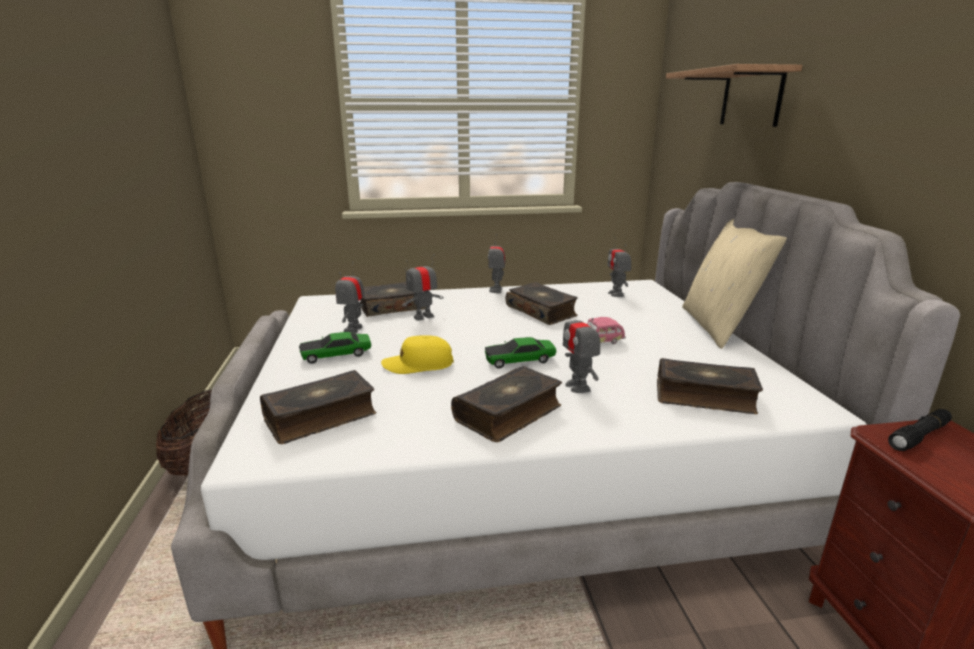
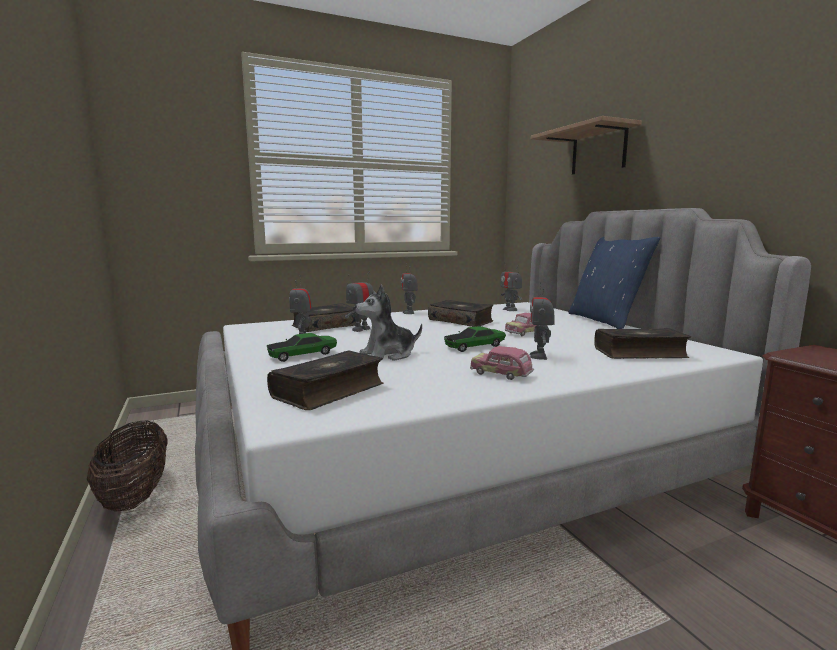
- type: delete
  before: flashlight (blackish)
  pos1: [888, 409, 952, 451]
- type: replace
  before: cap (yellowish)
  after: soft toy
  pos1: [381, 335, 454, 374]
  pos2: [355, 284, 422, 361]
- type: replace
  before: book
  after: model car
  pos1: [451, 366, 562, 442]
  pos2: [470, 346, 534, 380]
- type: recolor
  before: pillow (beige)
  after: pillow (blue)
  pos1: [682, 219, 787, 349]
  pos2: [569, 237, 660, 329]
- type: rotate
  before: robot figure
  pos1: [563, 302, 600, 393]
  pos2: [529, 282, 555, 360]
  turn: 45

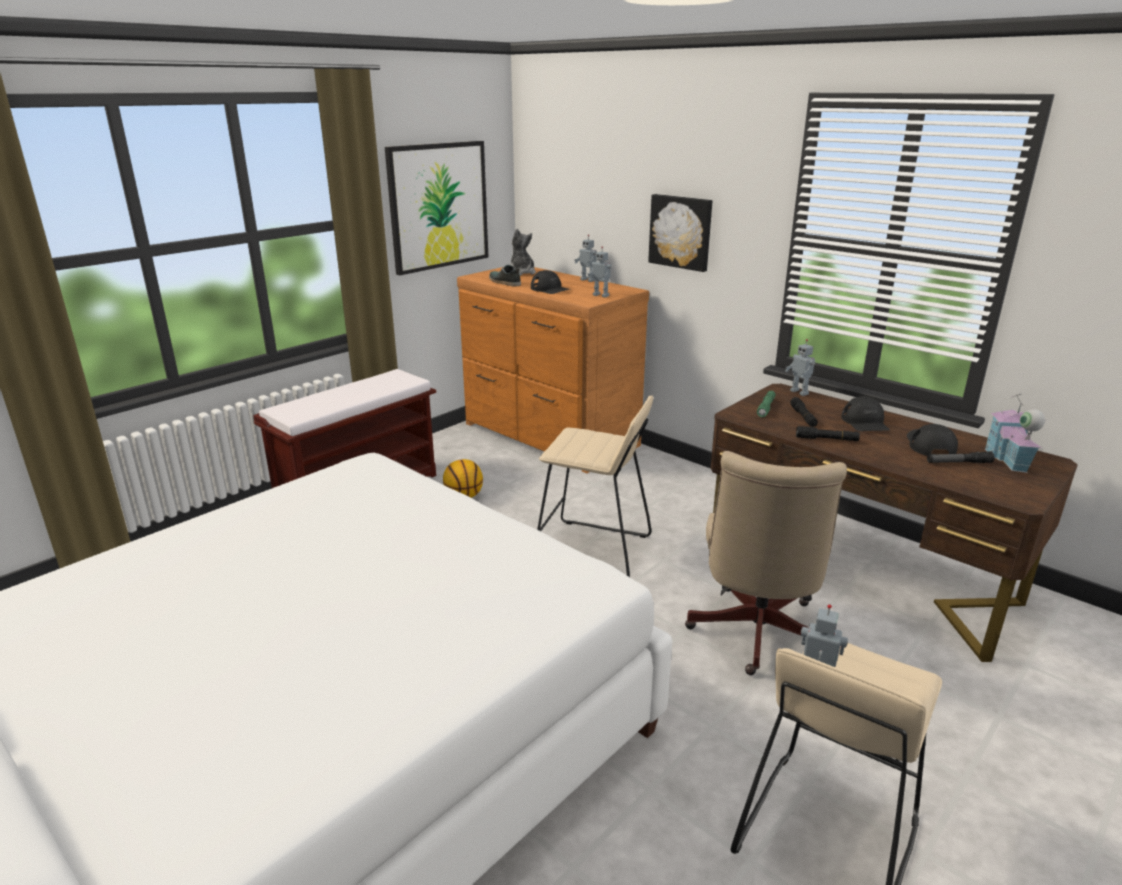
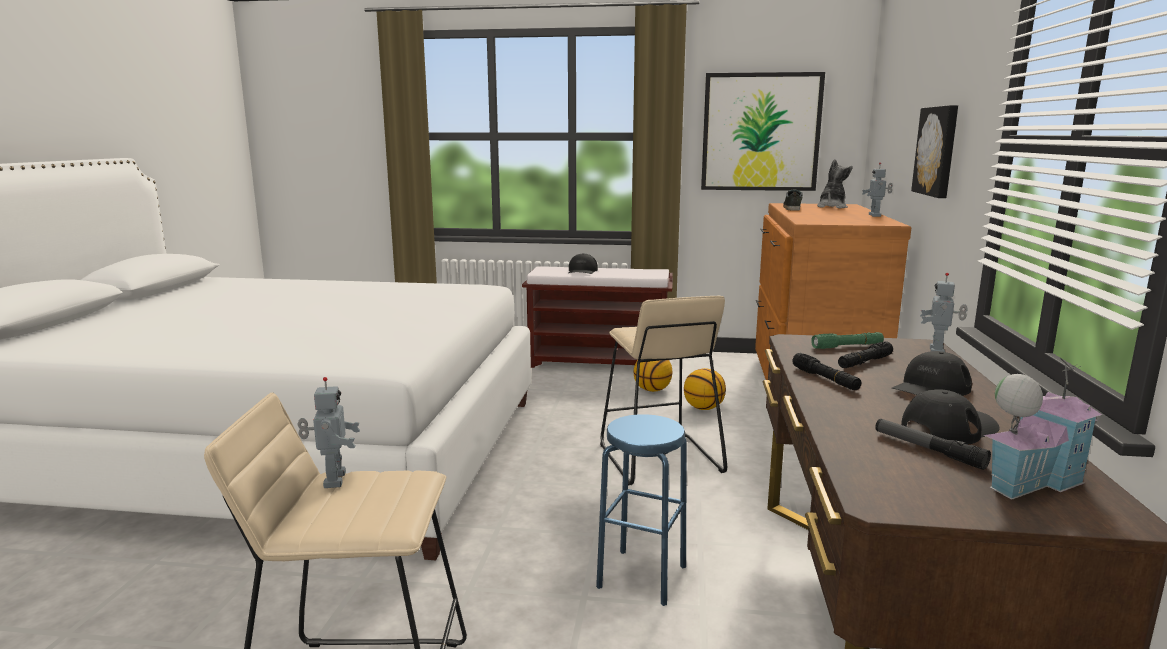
- type: delete
  before: robot figure
  pos1: [587, 246, 612, 298]
- type: insert
  after: basketball ball
  pos2: [684, 368, 726, 410]
- type: move
  before: cap (blackish)
  pos1: [531, 270, 571, 294]
  pos2: [568, 253, 598, 274]
- type: replace
  before: computer chair (beige)
  after: stool seat (blue)
  pos1: [685, 451, 847, 675]
  pos2: [596, 414, 687, 606]

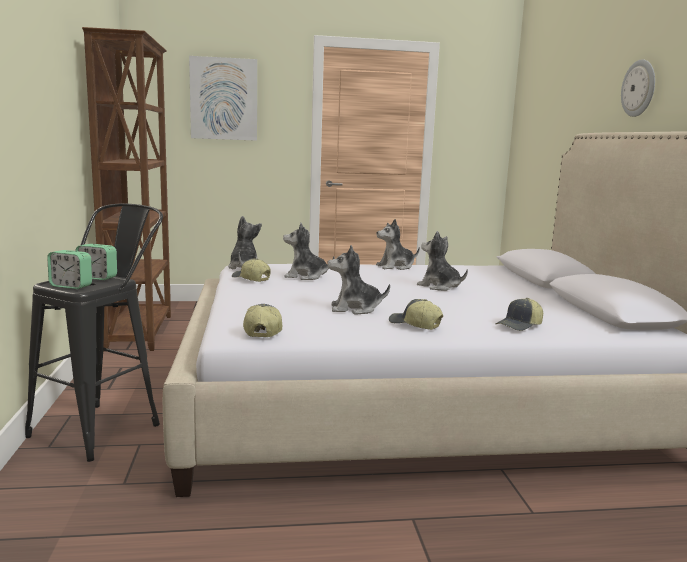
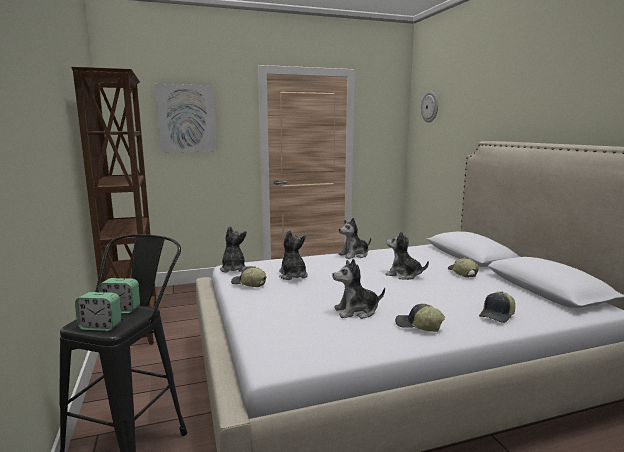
- type: move
  before: cap
  pos1: [243, 304, 282, 337]
  pos2: [448, 257, 479, 277]
- type: move
  before: clock on the wall
  pos1: [621, 59, 655, 117]
  pos2: [421, 92, 438, 123]
- type: rotate
  before: soft toy
  pos1: [283, 223, 335, 280]
  pos2: [279, 230, 308, 280]
  turn: 75

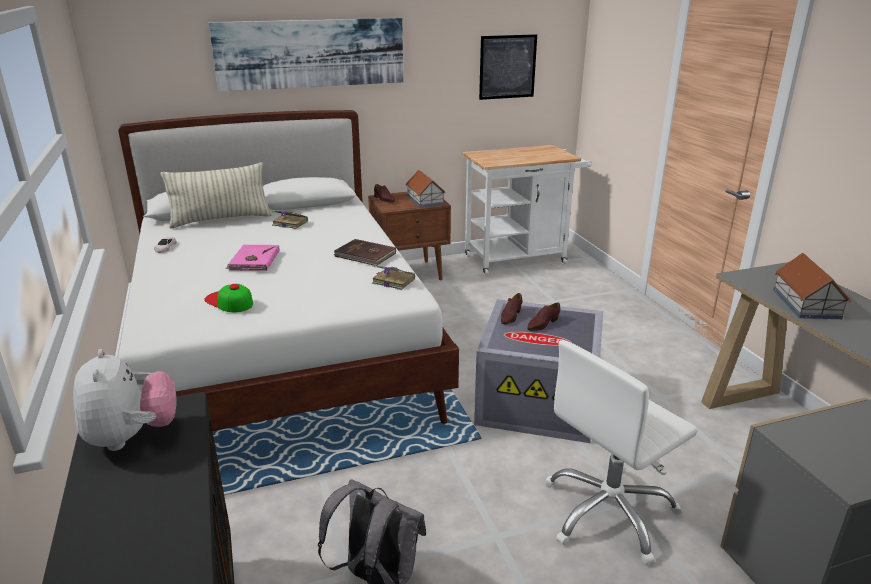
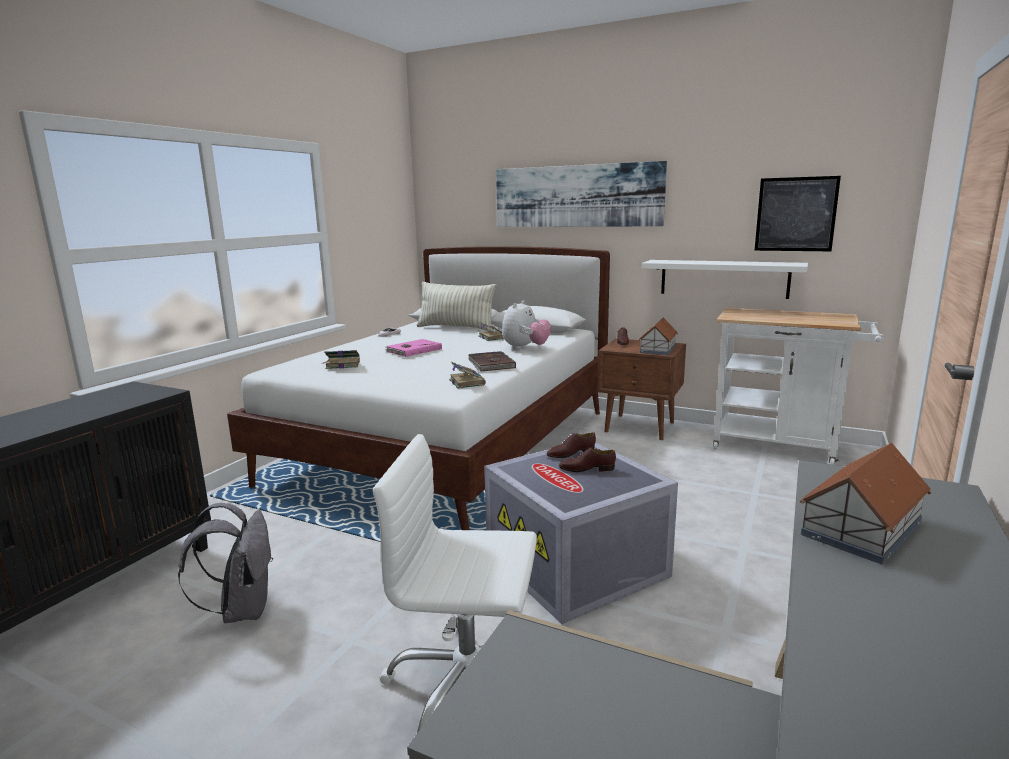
- type: insert
  after: shelf (whitish)
  pos2: [642, 260, 808, 299]
- type: move
  before: soft toy
  pos1: [73, 349, 177, 451]
  pos2: [502, 300, 551, 350]
- type: replace
  before: cap
  after: book
  pos1: [204, 284, 253, 312]
  pos2: [322, 350, 360, 369]

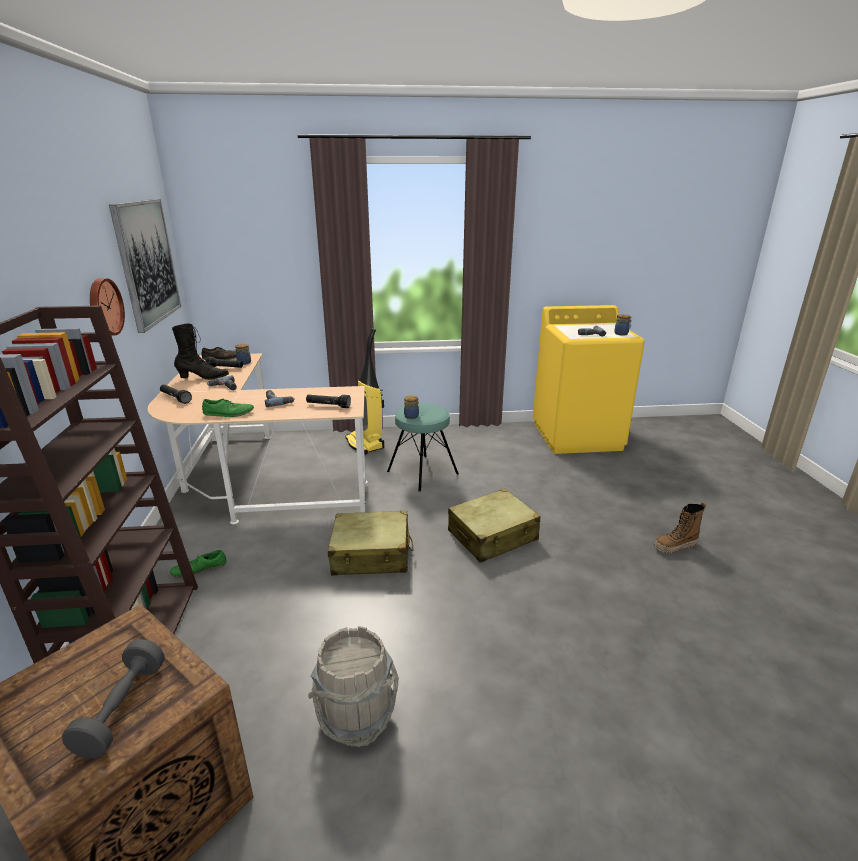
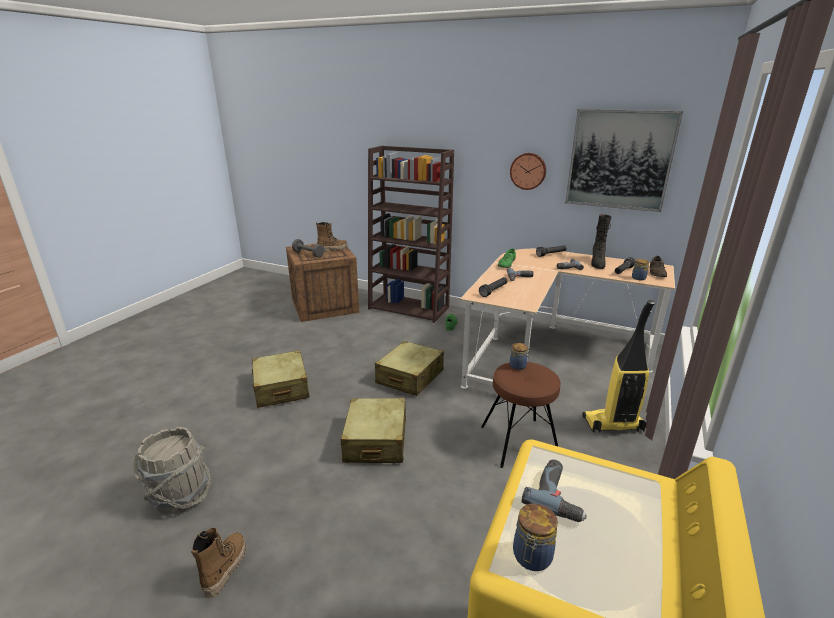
- type: insert
  after: piece of luggage (beige)
  pos2: [251, 350, 309, 408]
- type: insert
  after: high-top boot
  pos2: [316, 222, 348, 252]
- type: move
  before: water bucket (grey)
  pos1: [308, 626, 399, 747]
  pos2: [133, 427, 211, 515]
- type: recolor
  before: stool seat (blue-green)
  after: stool seat (brownish)
  pos1: [387, 404, 459, 492]
  pos2: [481, 362, 561, 468]

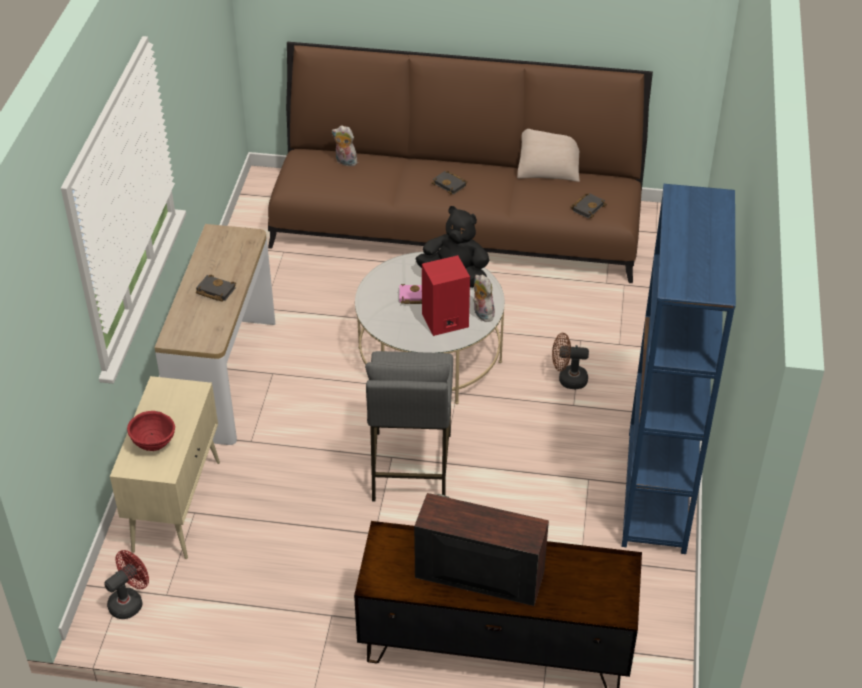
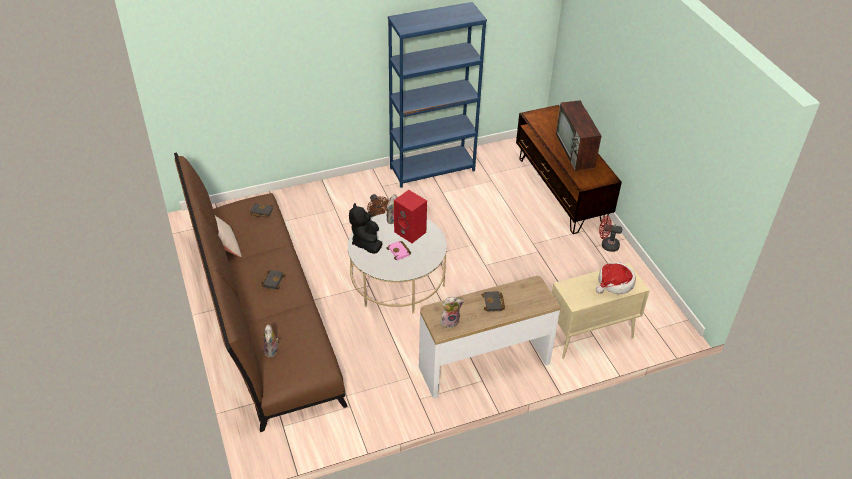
- type: delete
  before: stool seat (grey)
  pos1: [365, 351, 453, 501]
- type: insert
  after: soft toy
  pos2: [441, 297, 464, 328]
- type: move
  before: cooling fan (red)
  pos1: [104, 550, 149, 619]
  pos2: [599, 216, 622, 252]
- type: replace
  before: serving bowl (red)
  after: hat
  pos1: [127, 411, 175, 451]
  pos2: [596, 262, 636, 294]

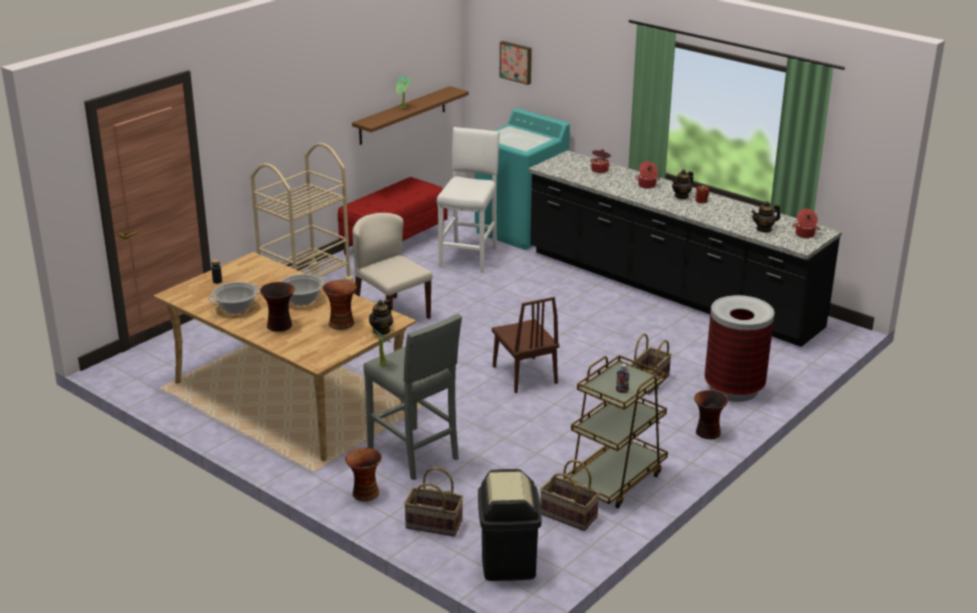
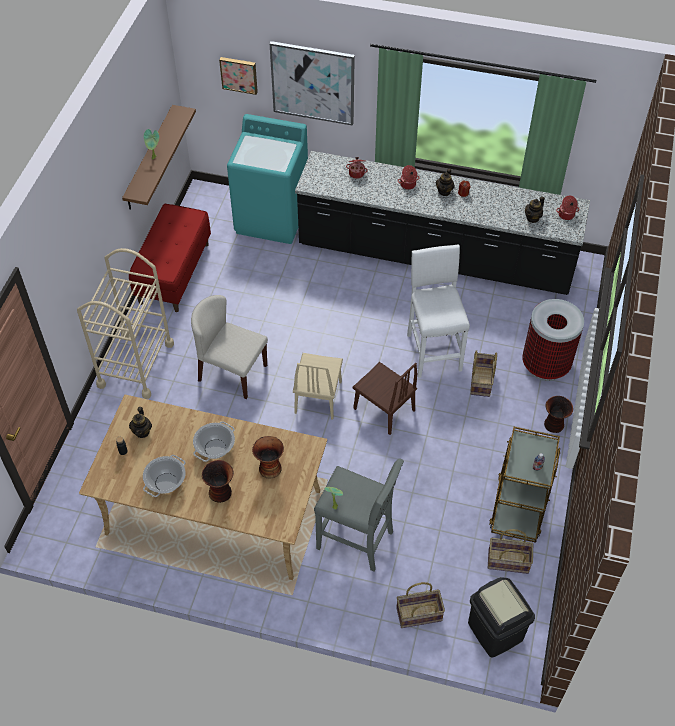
- type: delete
  before: vase
  pos1: [345, 448, 382, 501]
- type: insert
  after: picture
  pos2: [270, 41, 355, 126]
- type: insert
  after: upright chair (beige)
  pos2: [293, 353, 343, 420]
- type: move
  before: teapot
  pos1: [369, 299, 393, 335]
  pos2: [129, 407, 152, 438]
- type: move
  before: stool seat (whitish)
  pos1: [437, 127, 500, 273]
  pos2: [407, 244, 470, 378]

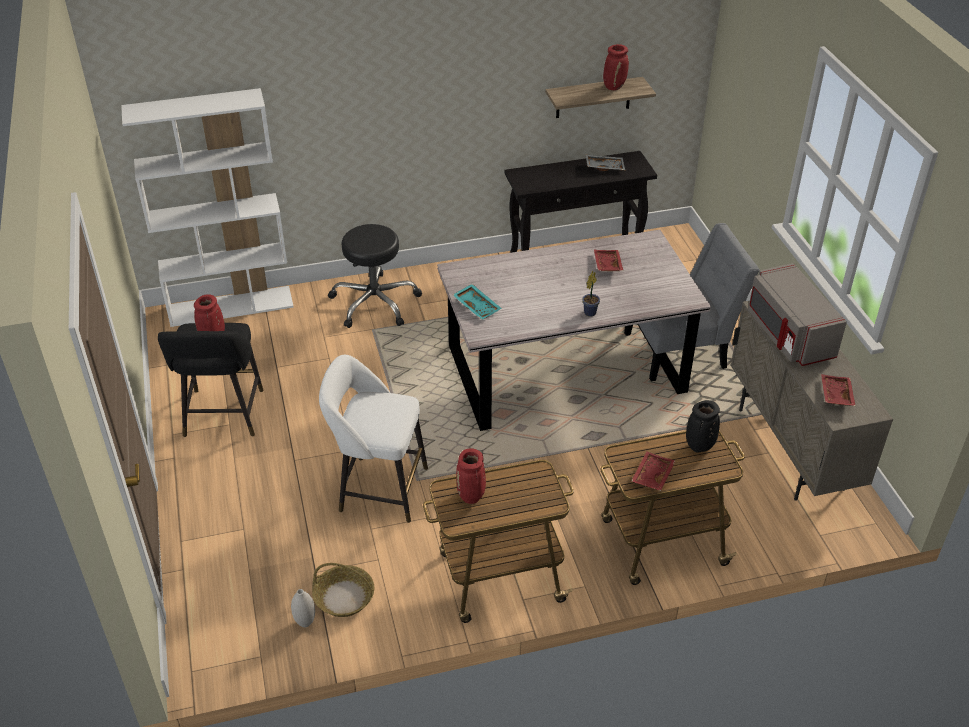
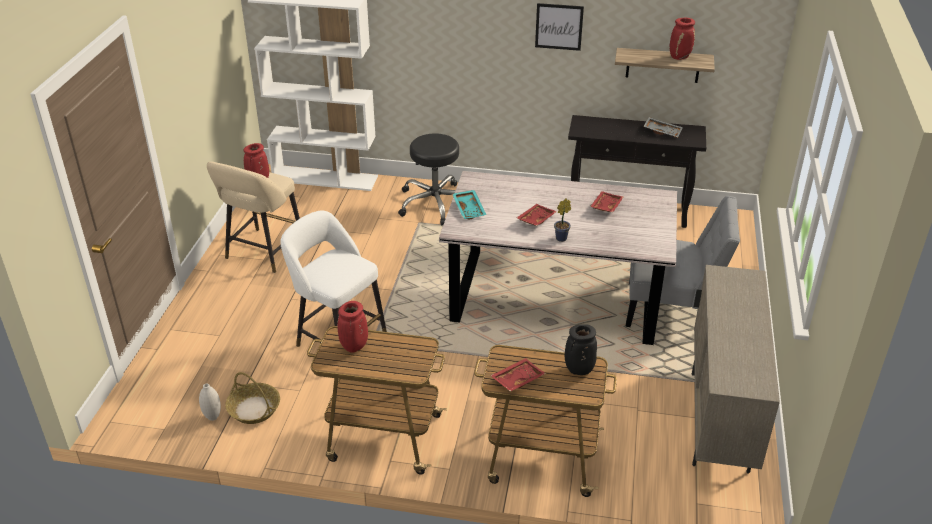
- type: delete
  before: kitchen microwave (grey)
  pos1: [748, 263, 847, 366]
- type: insert
  after: picture
  pos2: [535, 3, 584, 51]
- type: move
  before: carrying tray (red)
  pos1: [821, 374, 856, 406]
  pos2: [516, 204, 557, 226]
- type: recolor
  before: stool seat (blackish)
  after: stool seat (beige)
  pos1: [158, 323, 264, 437]
  pos2: [207, 161, 300, 273]

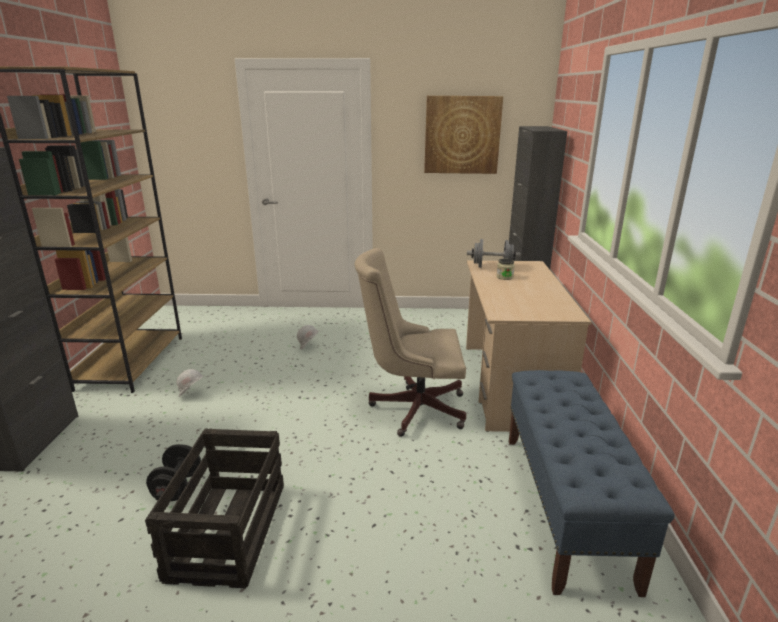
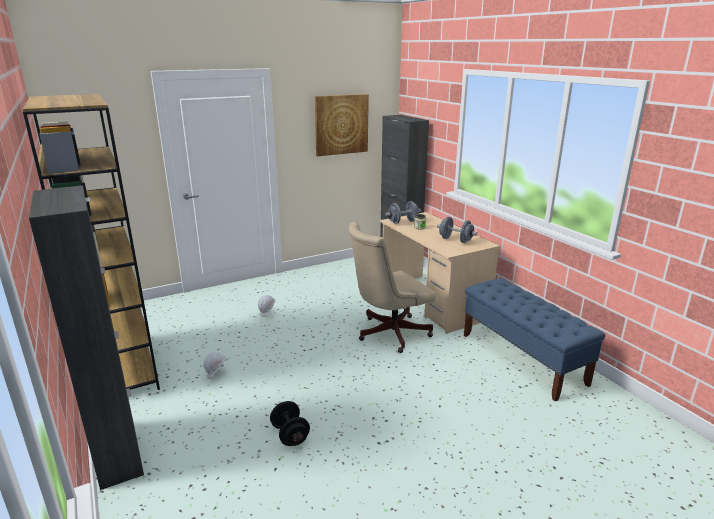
- type: delete
  before: packing crate
  pos1: [145, 428, 284, 588]
- type: insert
  after: hand weight (grey)
  pos2: [437, 217, 477, 243]

